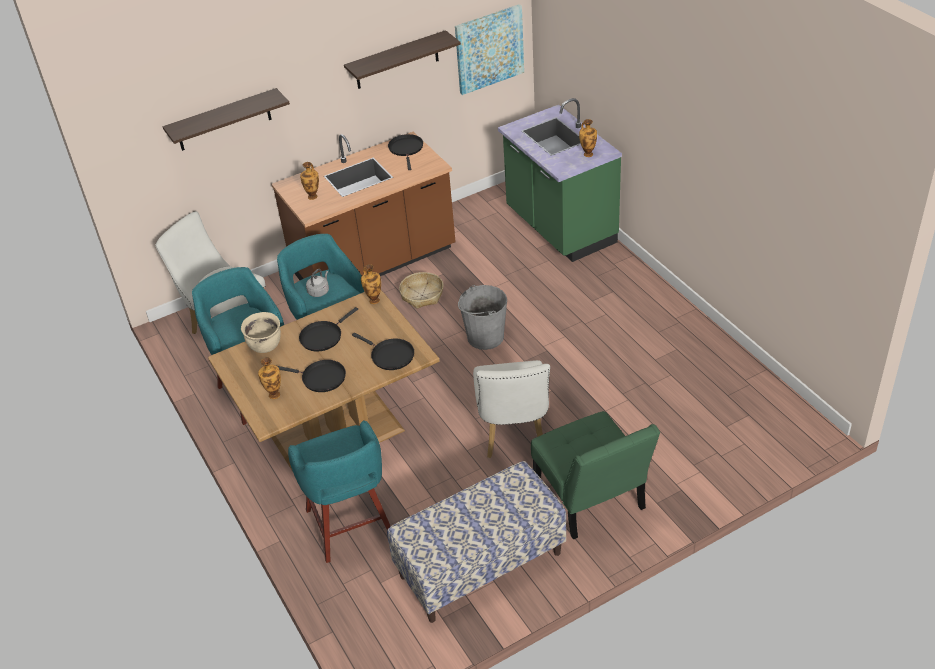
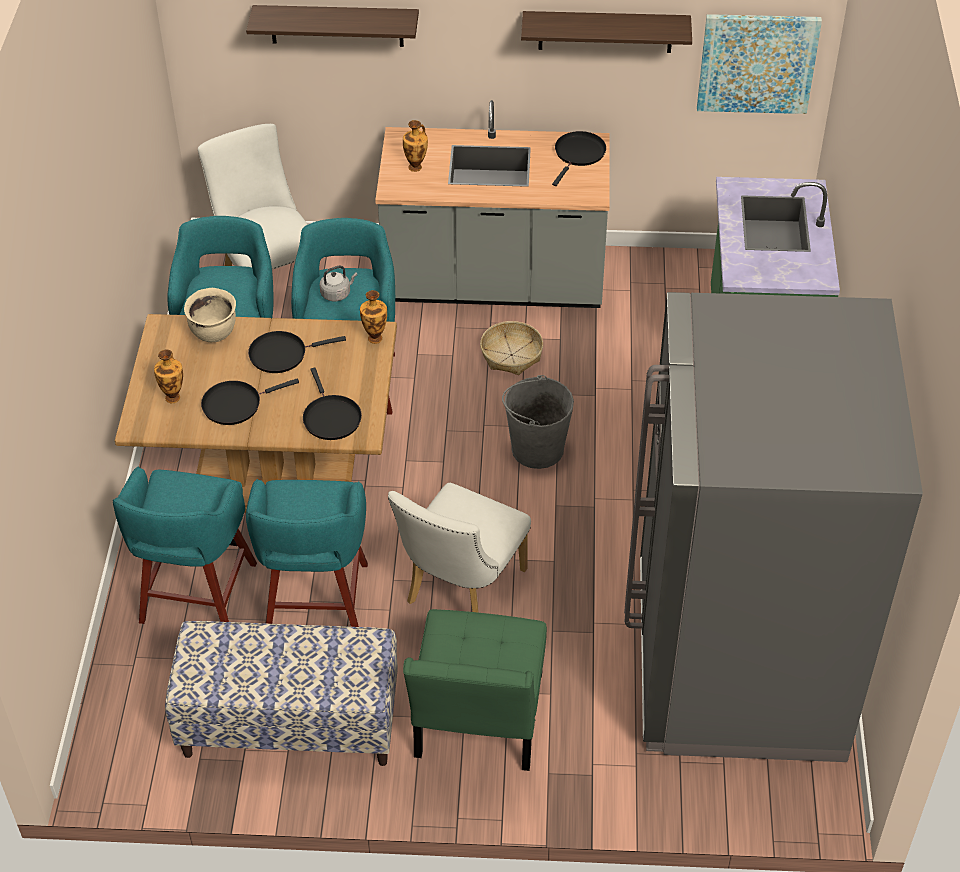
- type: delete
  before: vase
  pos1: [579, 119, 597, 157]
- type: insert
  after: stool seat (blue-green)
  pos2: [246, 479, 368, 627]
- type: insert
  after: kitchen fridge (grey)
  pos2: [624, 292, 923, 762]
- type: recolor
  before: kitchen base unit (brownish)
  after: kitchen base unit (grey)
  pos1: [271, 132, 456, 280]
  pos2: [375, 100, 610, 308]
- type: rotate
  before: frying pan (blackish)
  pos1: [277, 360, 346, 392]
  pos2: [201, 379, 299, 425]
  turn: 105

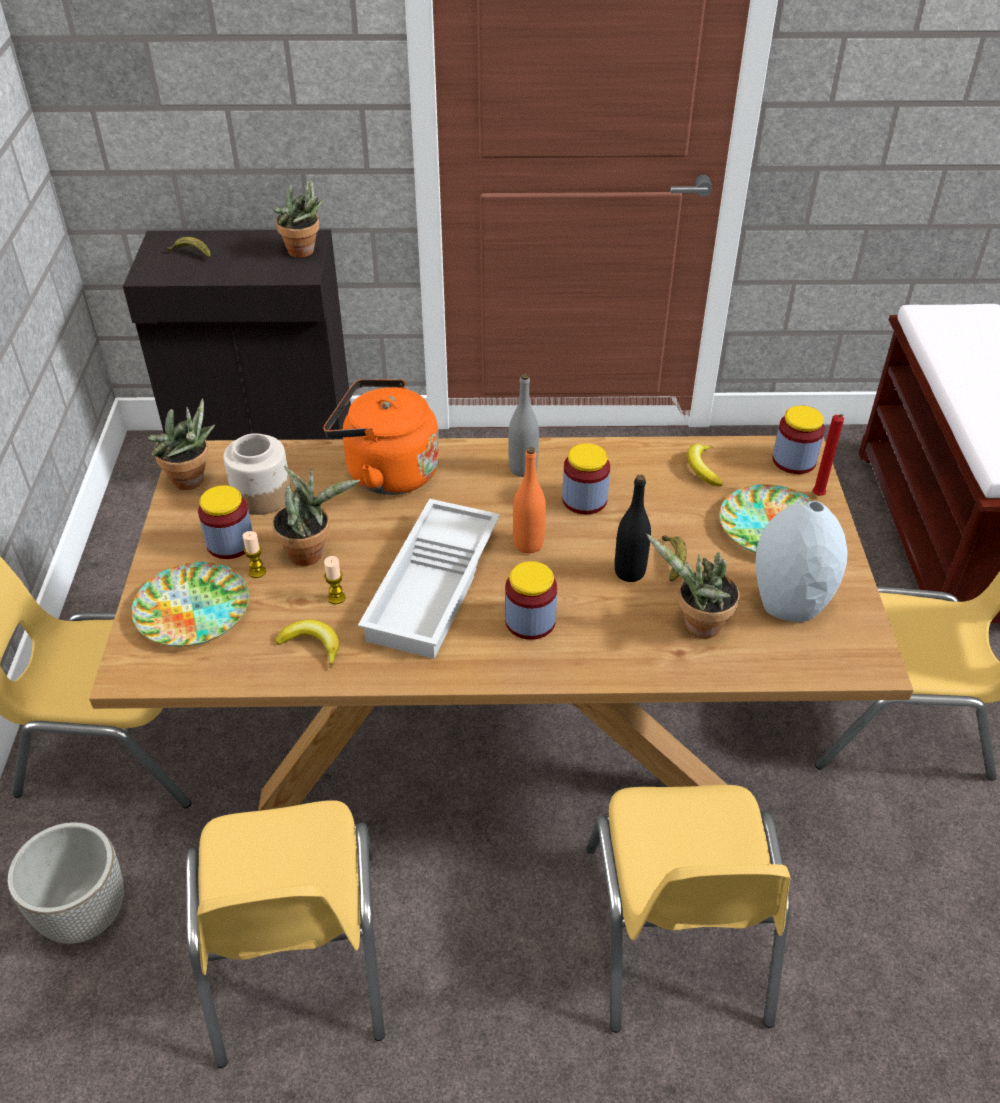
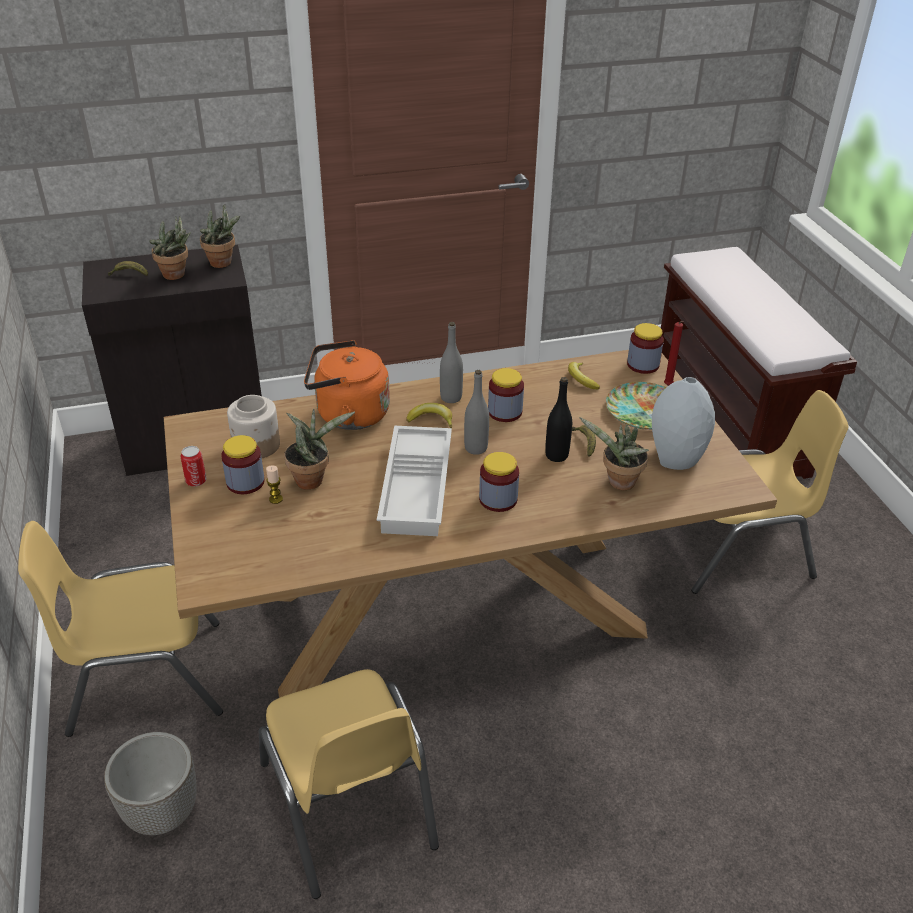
- type: delete
  before: plate
  pos1: [131, 562, 249, 647]
- type: delete
  before: wax light
  pos1: [324, 556, 345, 604]
- type: delete
  before: upright chair (yellowish)
  pos1: [586, 785, 791, 1033]
- type: insert
  after: can
  pos2: [181, 446, 207, 487]
- type: move
  before: potted plant
  pos1: [147, 398, 215, 490]
  pos2: [149, 216, 191, 280]
- type: move
  before: whole banana
  pos1: [275, 620, 340, 668]
  pos2: [406, 403, 452, 428]
- type: recolor
  before: drink bottle (orange)
  after: drink bottle (grey)
  pos1: [513, 447, 546, 554]
  pos2: [464, 370, 489, 455]

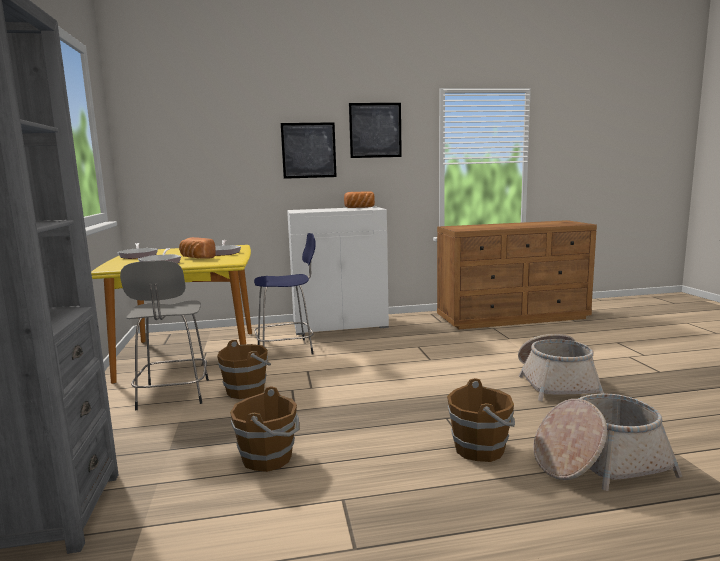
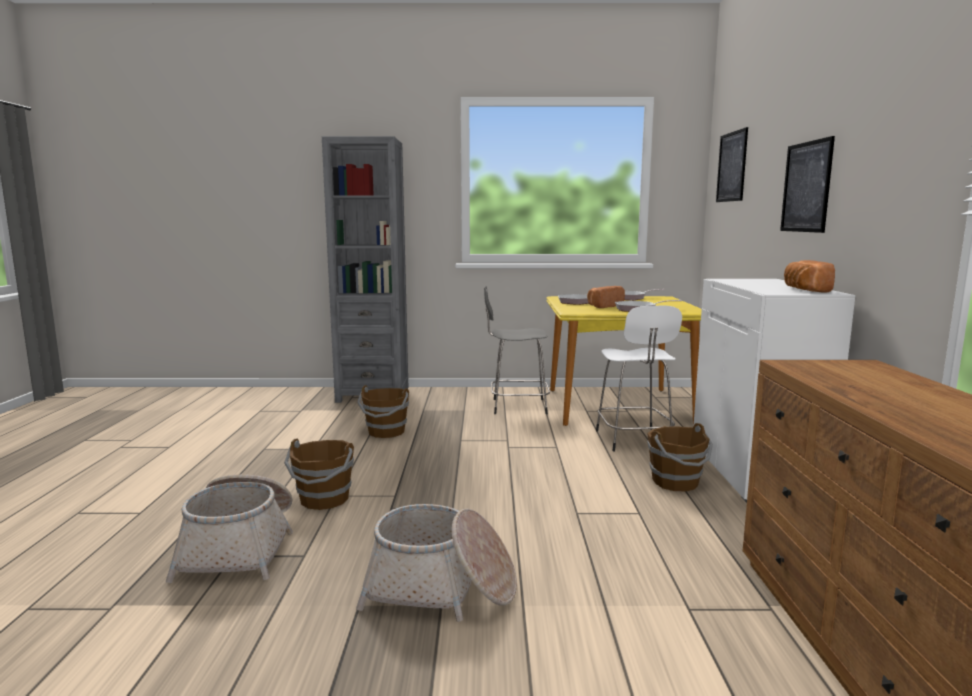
- type: move
  before: water bucket (brownish)
  pos1: [217, 340, 271, 399]
  pos2: [647, 423, 713, 491]
- type: move
  before: picture
  pos1: [349, 103, 402, 158]
  pos2: [716, 127, 748, 202]
- type: recolor
  before: stool seat (blue)
  after: stool seat (whitish)
  pos1: [254, 233, 316, 354]
  pos2: [596, 306, 682, 451]

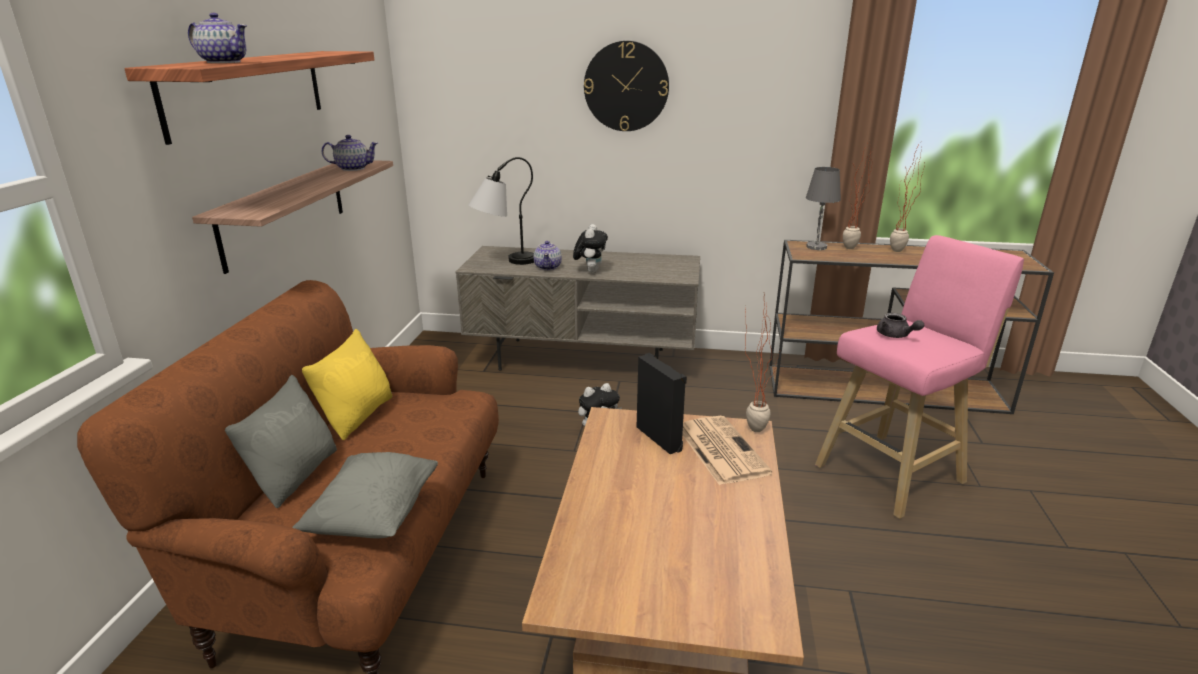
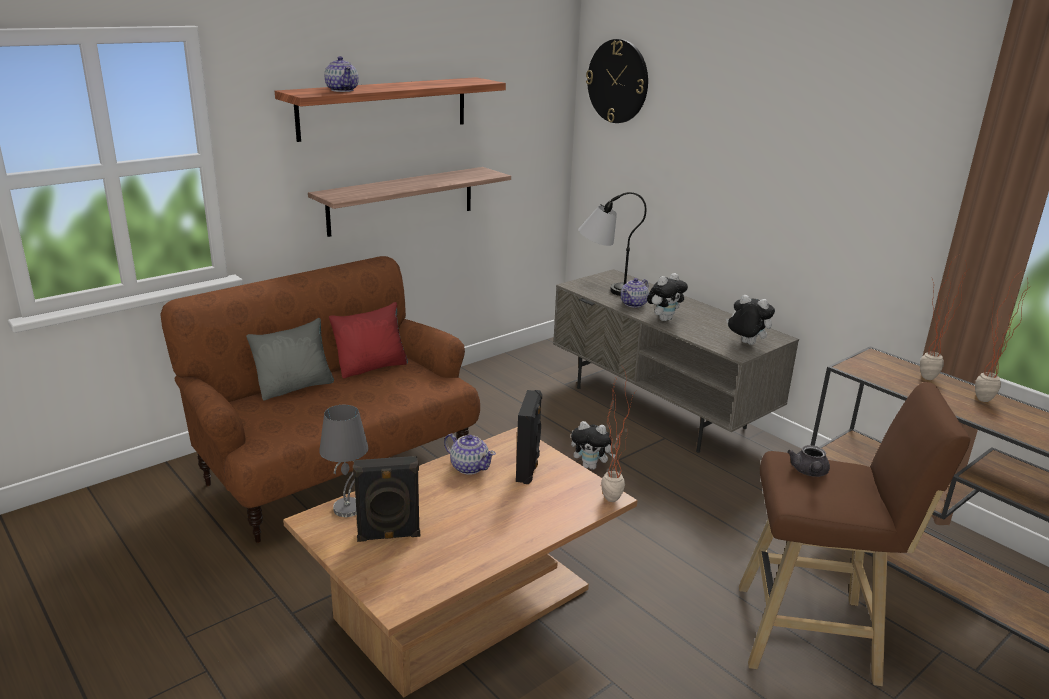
- type: delete
  before: pillow (grey)
  pos1: [292, 452, 438, 538]
- type: delete
  before: daily paper
  pos1: [682, 416, 772, 485]
- type: insert
  after: audio speaker (blackish)
  pos2: [353, 456, 420, 542]
- type: insert
  after: soft toy
  pos2: [726, 295, 775, 345]
- type: move
  before: teapot
  pos1: [322, 135, 378, 171]
  pos2: [444, 434, 496, 475]
- type: move
  before: clock on the wall
  pos1: [584, 41, 669, 131]
  pos2: [586, 39, 648, 123]
- type: move
  before: lamp for a table (grey)
  pos1: [806, 167, 841, 250]
  pos2: [319, 405, 368, 517]
- type: recolor
  before: pillow (yellowish)
  after: pillow (red)
  pos1: [302, 329, 392, 440]
  pos2: [329, 302, 408, 378]
- type: recolor
  before: stool seat (pink-coloured)
  after: stool seat (brownish)
  pos1: [815, 235, 1024, 519]
  pos2: [739, 382, 970, 686]

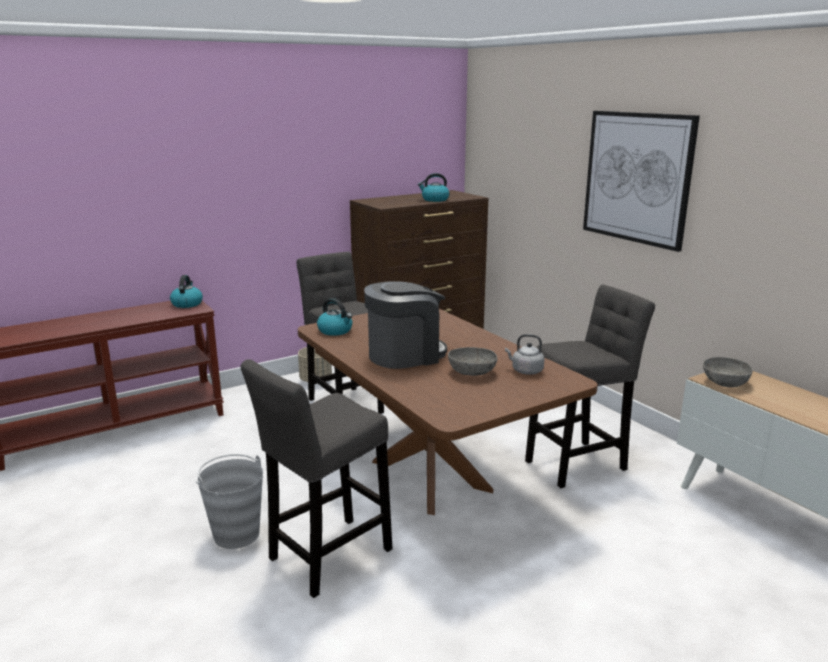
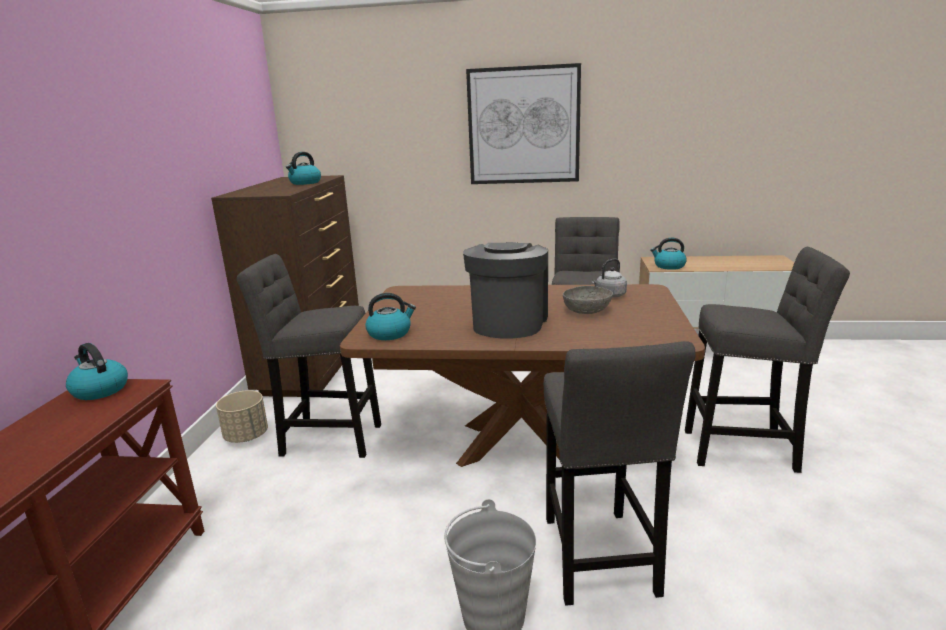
- type: insert
  after: stool seat (grey)
  pos2: [685, 247, 850, 473]
- type: replace
  before: serving bowl (grey)
  after: kettle
  pos1: [703, 357, 753, 388]
  pos2: [650, 238, 687, 270]

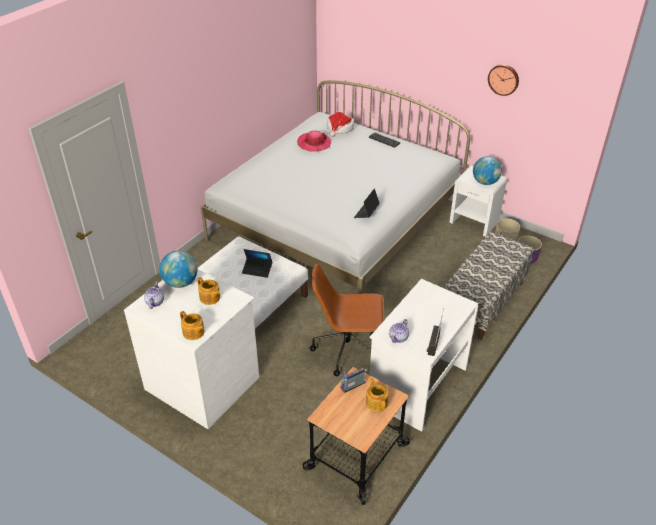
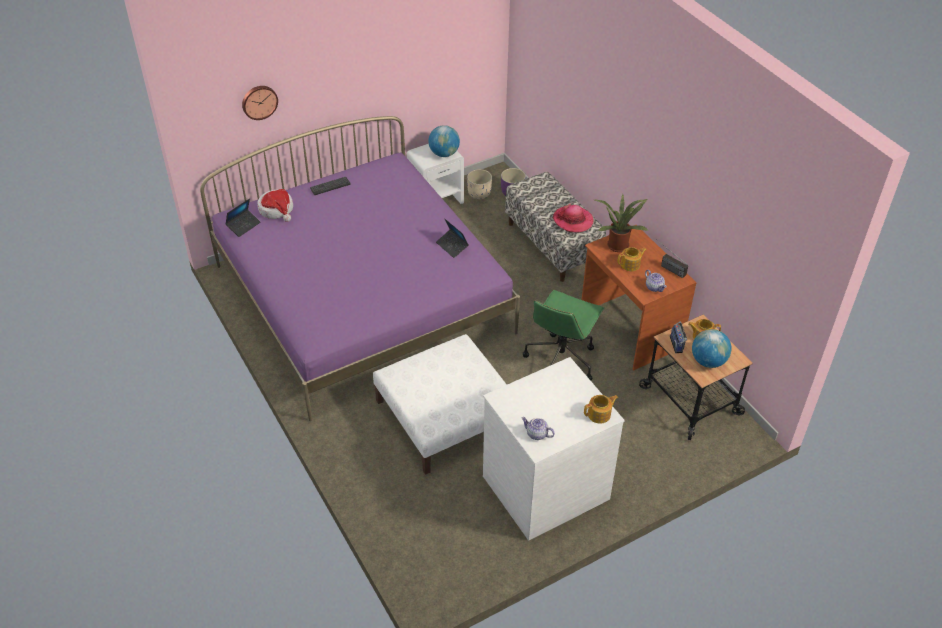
- type: insert
  after: potted plant
  pos2: [595, 194, 648, 252]
- type: move
  before: desk globe
  pos1: [160, 250, 198, 288]
  pos2: [692, 329, 732, 368]
- type: move
  before: teapot
  pos1: [197, 277, 220, 305]
  pos2: [618, 247, 647, 271]
- type: move
  before: notebook computer
  pos1: [242, 249, 272, 278]
  pos2: [225, 199, 261, 237]
- type: move
  before: hat
  pos1: [297, 131, 331, 152]
  pos2: [553, 204, 593, 232]
- type: move
  before: clock on the wall
  pos1: [488, 64, 519, 96]
  pos2: [242, 86, 278, 120]
- type: recolor
  before: sleeping bed (whitish)
  after: sleeping bed (purple)
  pos1: [200, 80, 470, 294]
  pos2: [200, 116, 520, 421]
- type: recolor
  before: computer chair (brownish)
  after: computer chair (green)
  pos1: [310, 263, 384, 376]
  pos2: [523, 290, 604, 380]
- type: recolor
  before: desk table (whitish)
  after: desk table (brownish)
  pos1: [370, 279, 478, 432]
  pos2: [582, 225, 696, 370]

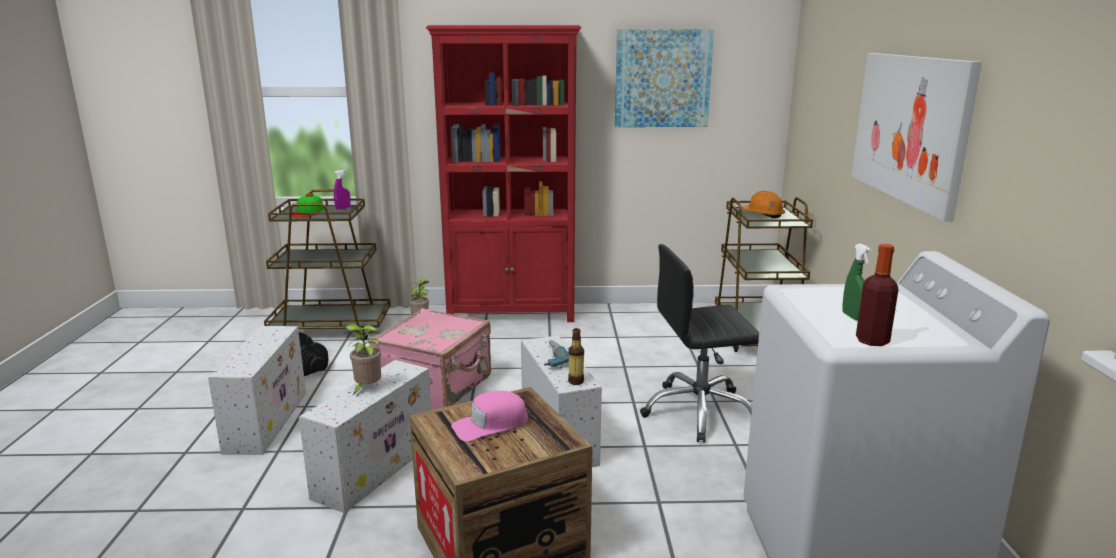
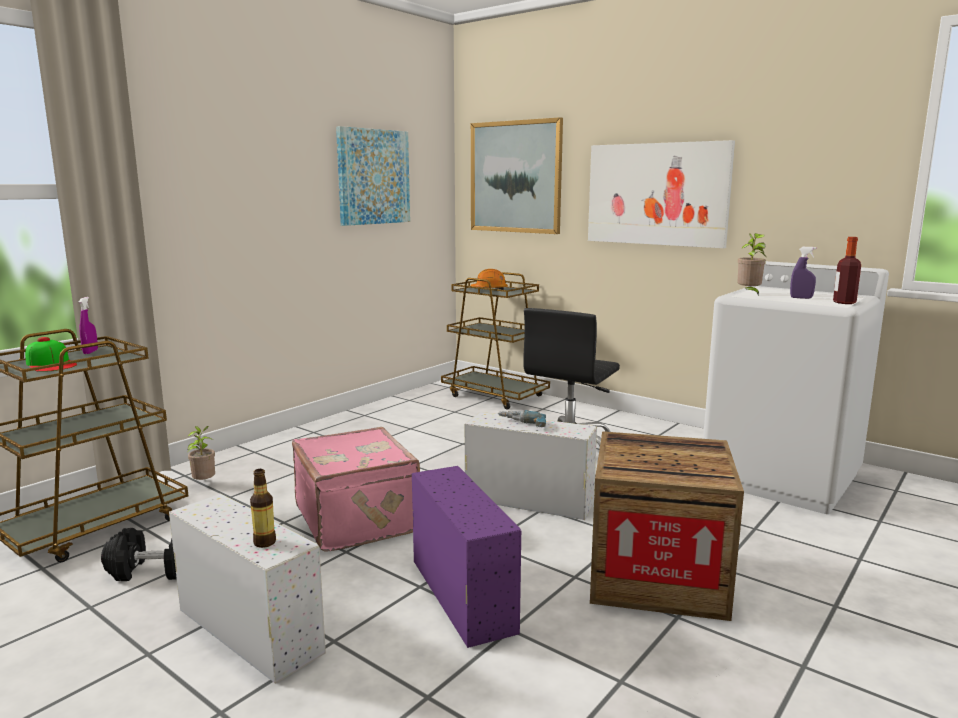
- type: delete
  before: bookshelf (red)
  pos1: [426, 25, 581, 322]
- type: delete
  before: cap (pink-coloured)
  pos1: [451, 391, 528, 441]
- type: insert
  after: picture
  pos2: [471, 117, 563, 234]
- type: move
  before: potted plant
  pos1: [344, 324, 381, 396]
  pos2: [737, 233, 766, 295]
- type: move
  before: drink bottle
  pos1: [568, 328, 584, 385]
  pos2: [250, 469, 276, 548]
- type: recolor
  before: storage bin (whitish)
  after: storage bin (purple)
  pos1: [299, 360, 431, 513]
  pos2: [412, 466, 521, 648]
- type: recolor
  before: sprayer (green)
  after: sprayer (purple)
  pos1: [842, 244, 872, 321]
  pos2: [790, 247, 816, 299]

